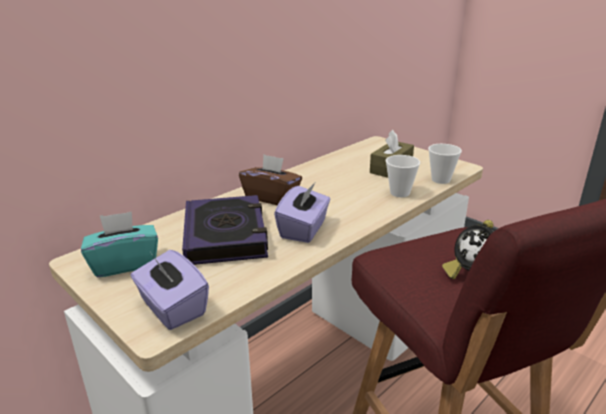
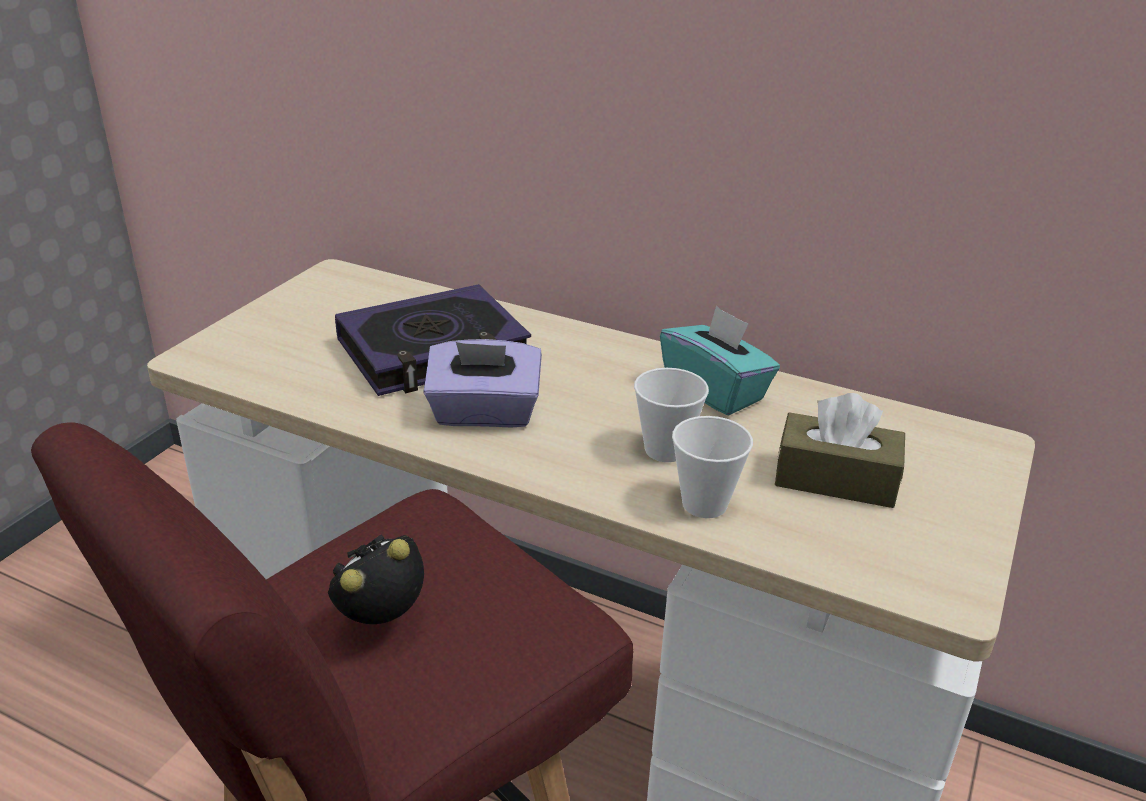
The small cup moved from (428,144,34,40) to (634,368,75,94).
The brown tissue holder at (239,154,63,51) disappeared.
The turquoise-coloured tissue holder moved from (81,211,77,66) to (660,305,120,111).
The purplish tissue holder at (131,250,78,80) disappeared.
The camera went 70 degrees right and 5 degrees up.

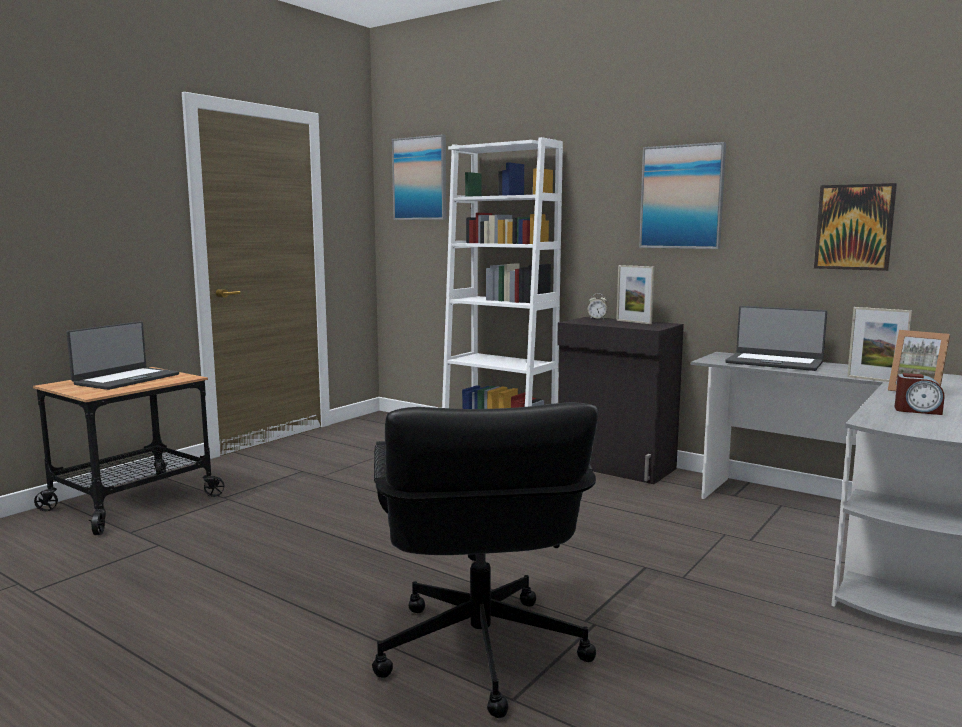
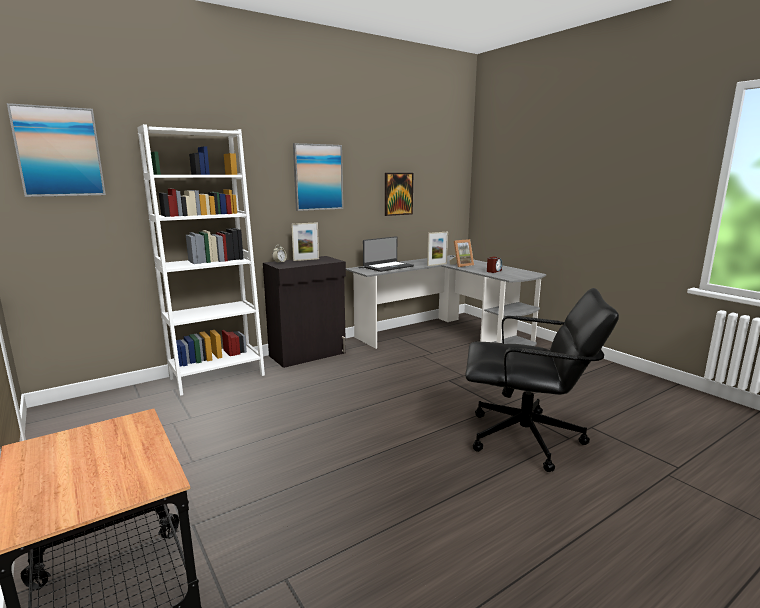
The laptop at (66,321,113,69) disappeared.
The camera went 70 degrees left and 5 degrees up.

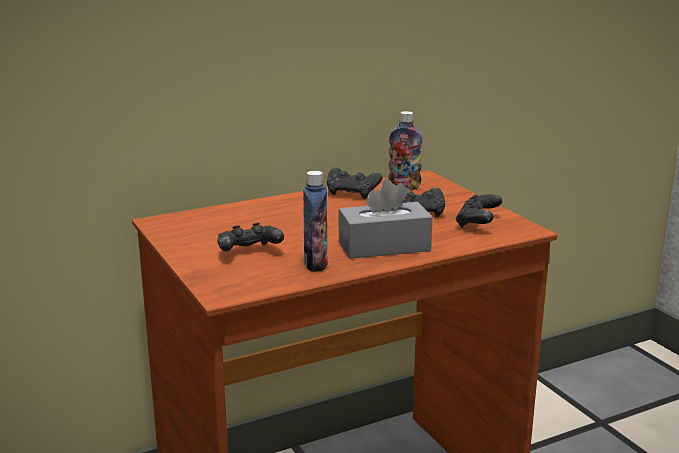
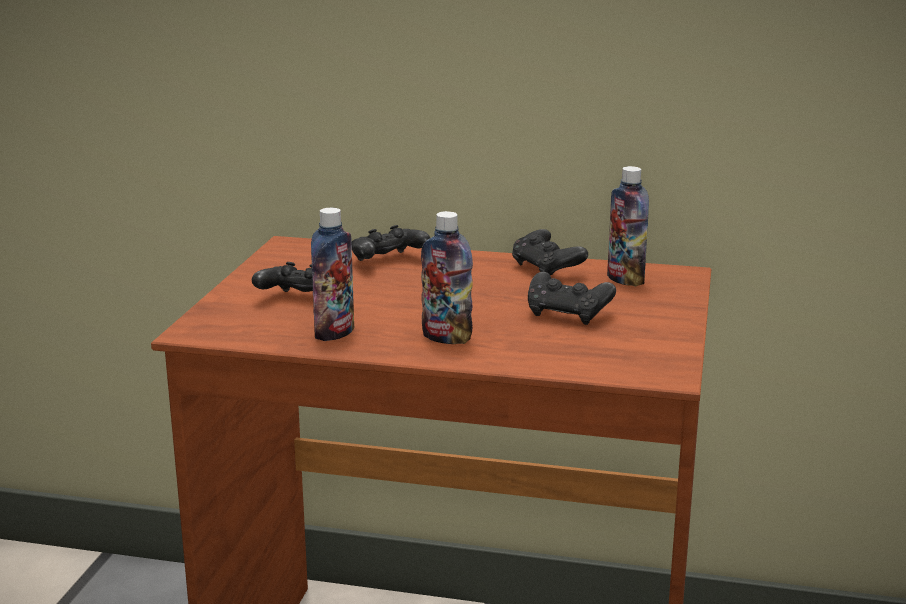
The greyish tissue holder at (338,179,95,80) was replaced by the beverage bottle at (421,211,52,133).
The blackish joypad moved from (456,194,46,34) to (352,225,78,36).
The camera went 40 degrees right and 0 degrees up.

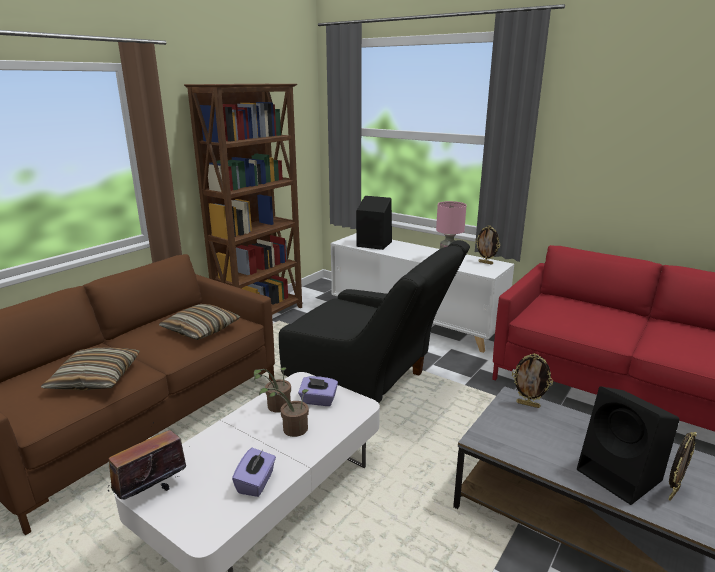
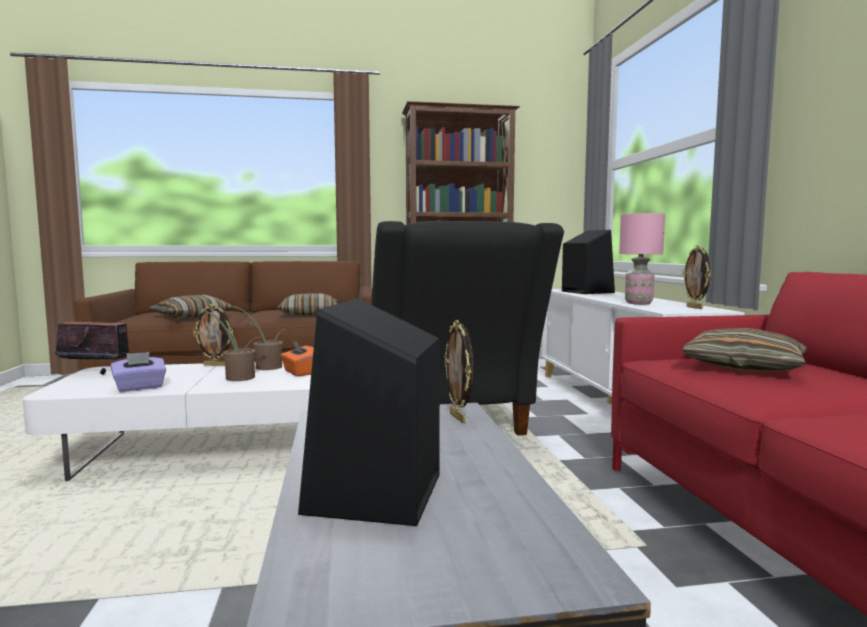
The purplish tissue holder at (298,376,40,30) became the orange-coloured tissue holder at (281,340,33,36).
The standing frame moved from (668,432,29,69) to (193,304,41,62).
The throw pillow at (683,328,125,44) appeared.
The camera went 45 degrees right and 15 degrees down.

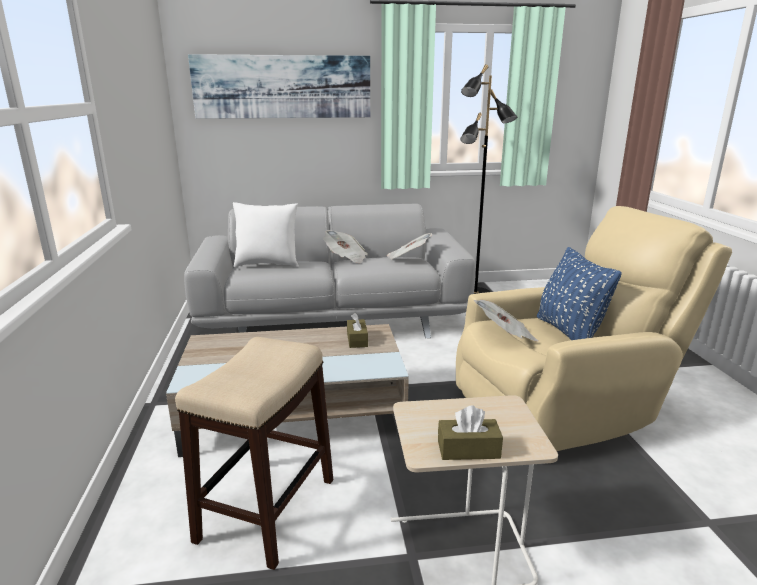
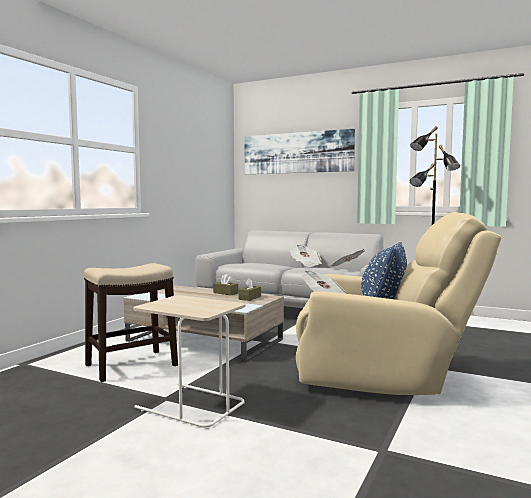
The white-coloured throw pillow at (233,202,65,65) disappeared.
The brown tissue holder moved from (438,405,65,55) to (213,274,25,21).
The camera went 35 degrees right and 15 degrees down.

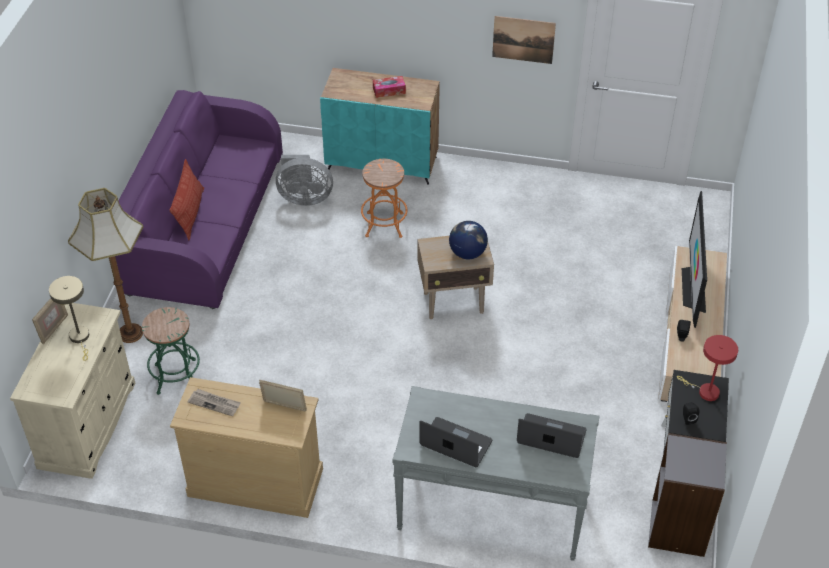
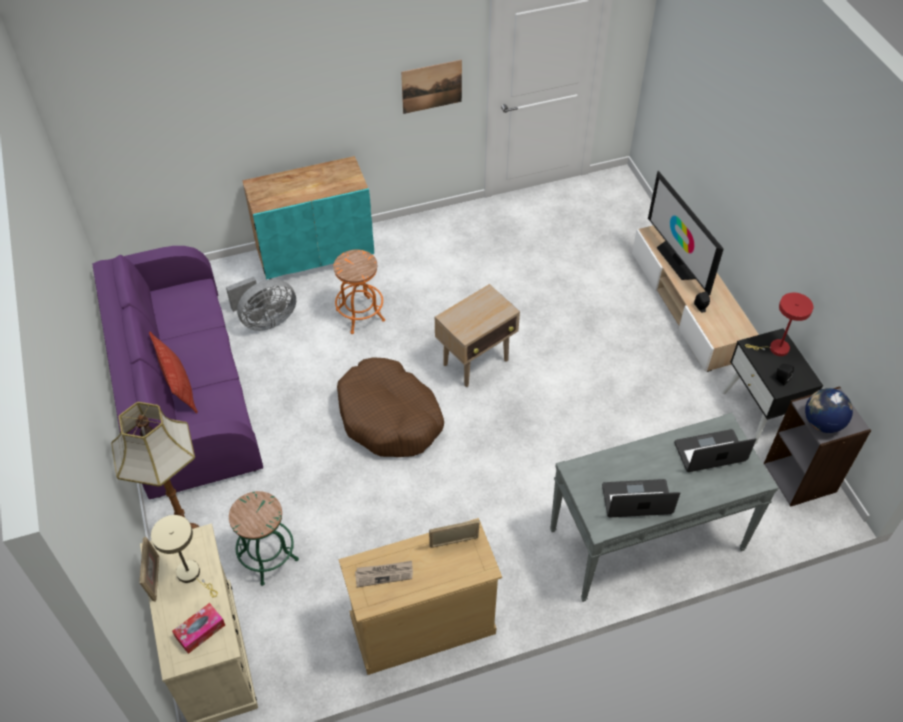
The tissue holder moved from (373,76,33,22) to (172,603,53,51).
The globe moved from (449,221,39,38) to (805,388,48,45).
The brown dog bed at (337,357,107,100) appeared.
The camera went 30 degrees left and 5 degrees up.

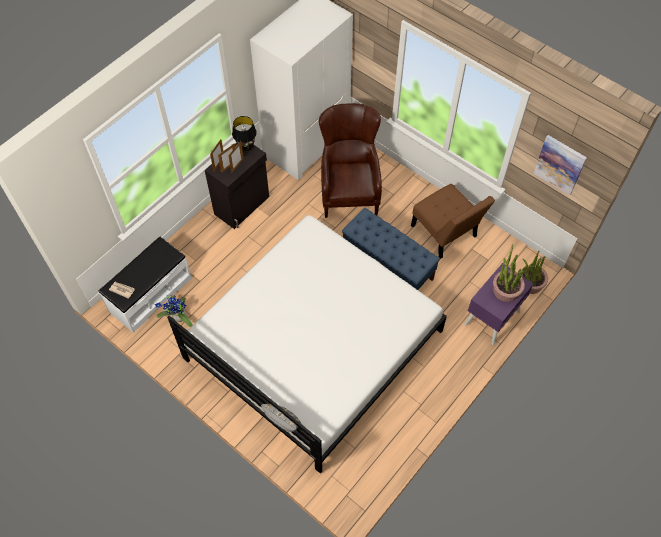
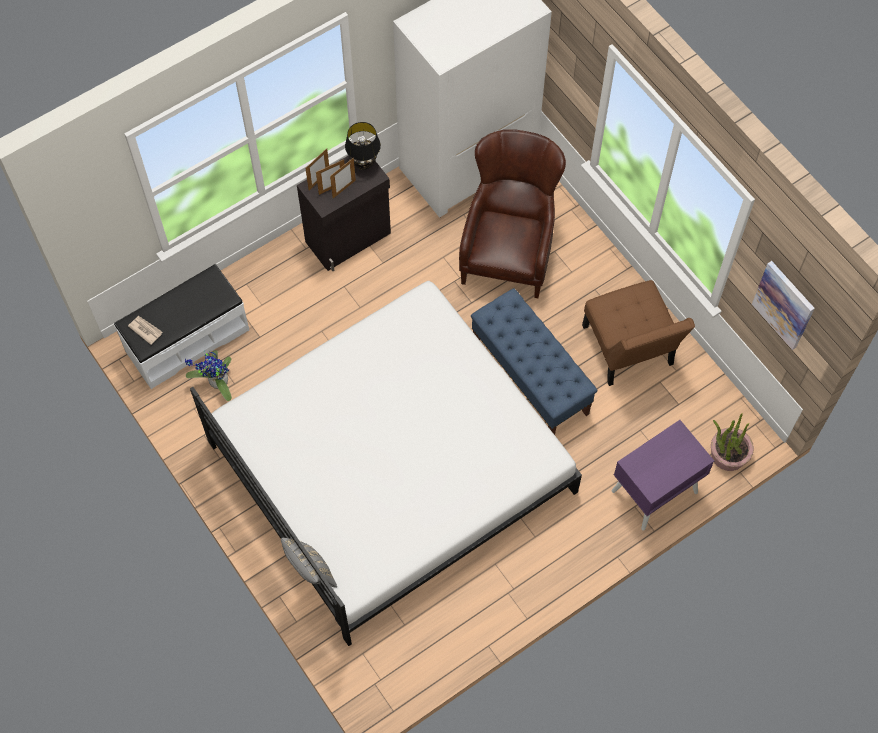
The potted plant at (493,244,35,58) disappeared.
The camera went 15 degrees right and 5 degrees up.

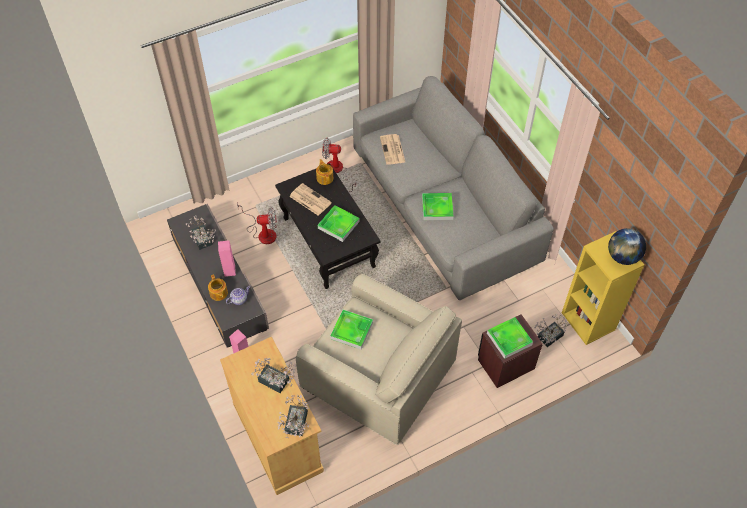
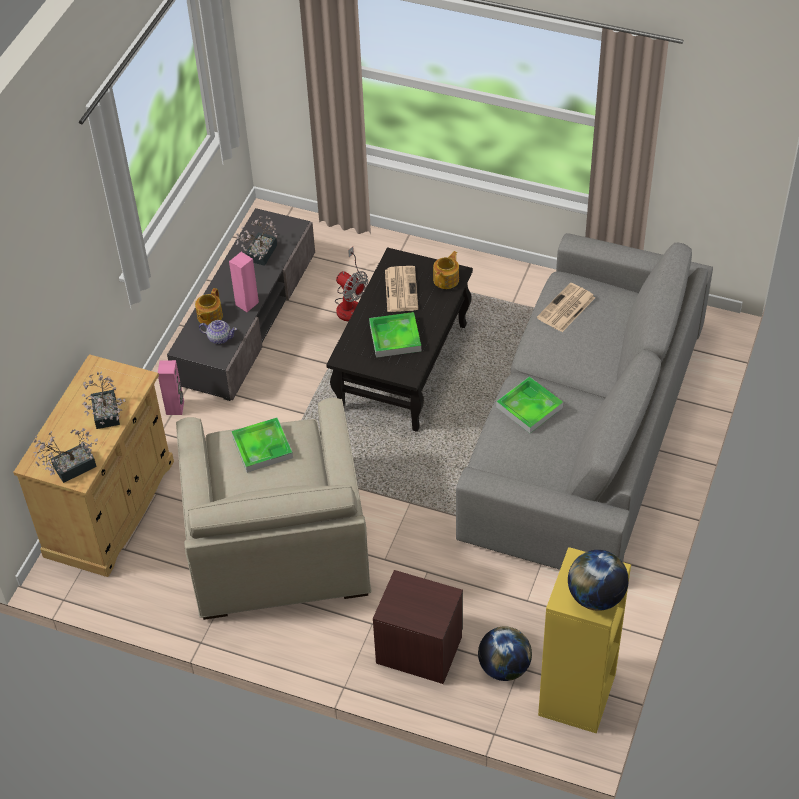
The electric fan at (322,138,34,54) disappeared.
The potted plant at (534,314,33,33) was replaced by the globe at (478,626,54,55).
The carrying tray at (487,317,46,42) disappeared.
The camera went 50 degrees right and 5 degrees down.

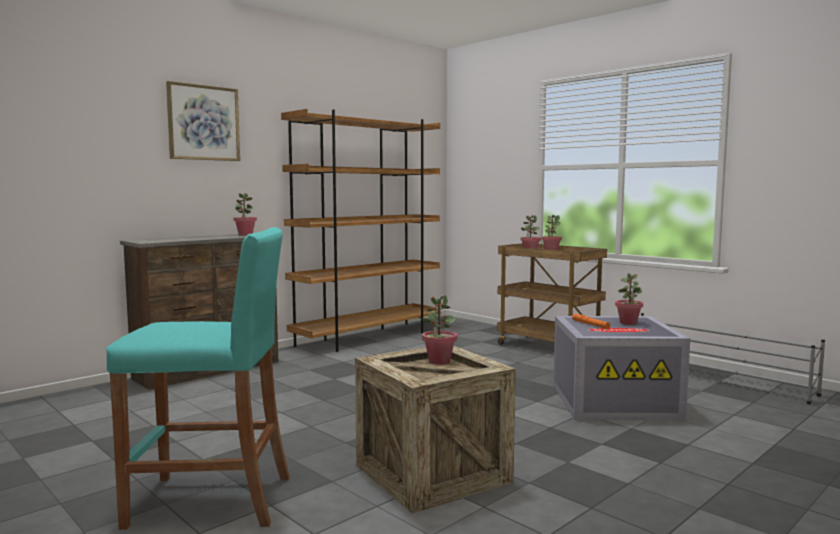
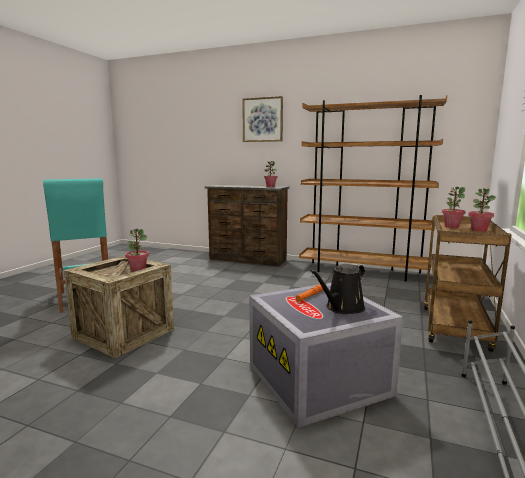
The potted plant at (615,273,28,52) was replaced by the blackish sprinkling can at (310,264,55,50).
The camera went 65 degrees right and 5 degrees up.

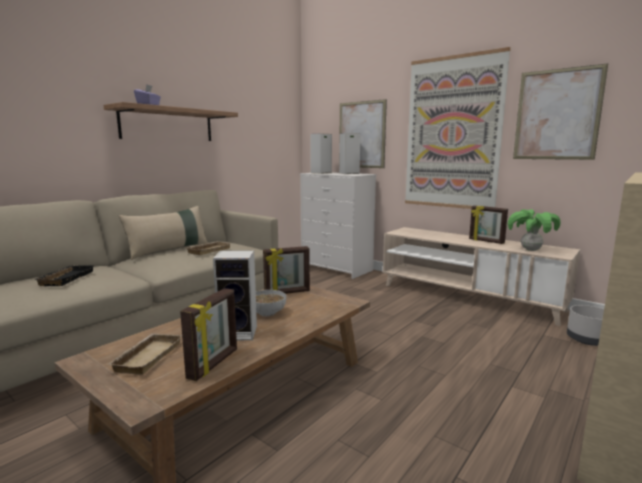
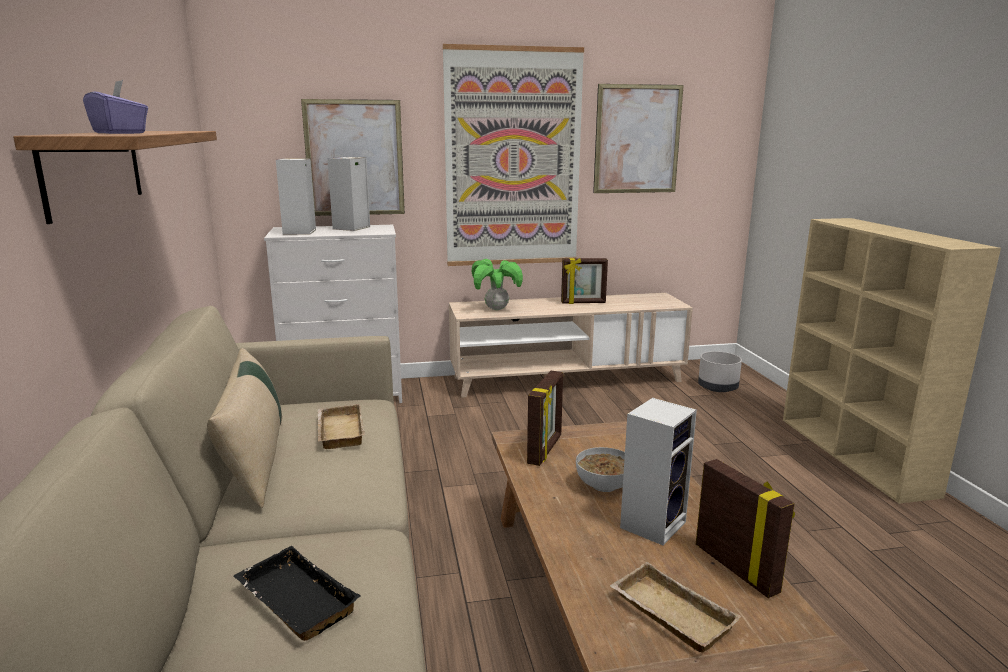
The potted plant moved from (508,209,53,42) to (472,259,51,51).
The camera went 50 degrees left and 5 degrees up.

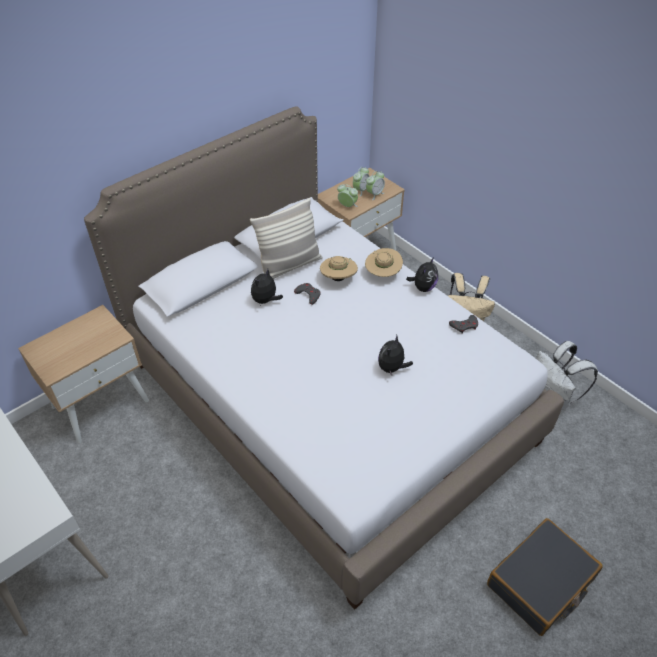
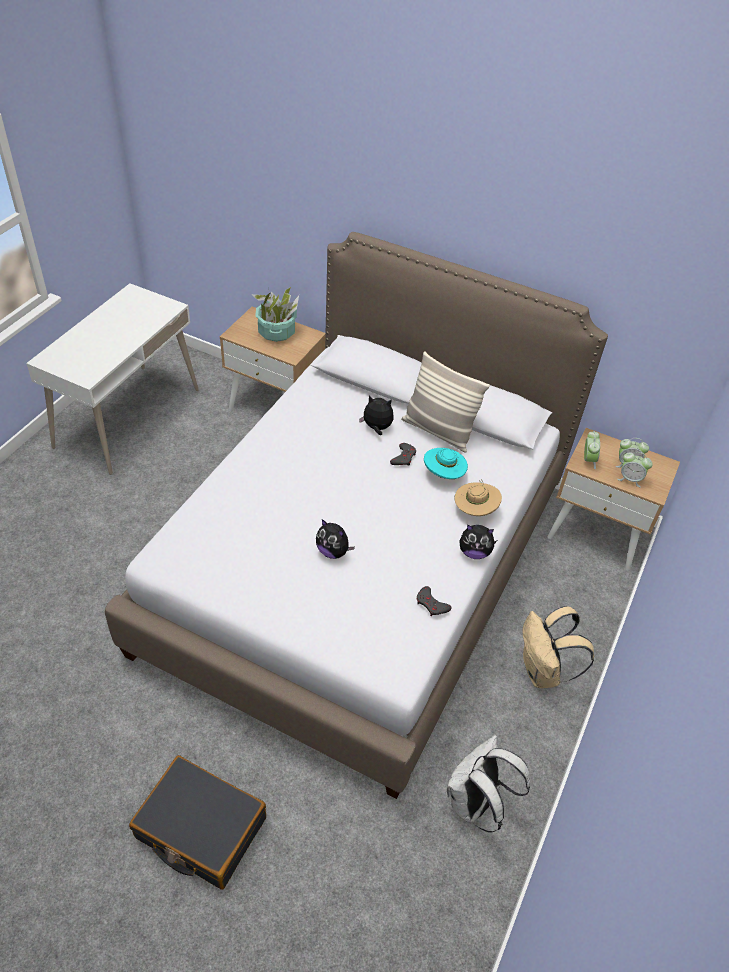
The beige-coloured hat at (320,256,38,25) became the turquoise-coloured hat at (424,448,44,31).
The soft toy at (378,335,35,40) turned 150 degrees counterclockwise.
The potted plant at (251,287,48,55) appeared.
The camera went 65 degrees right and 0 degrees up.

